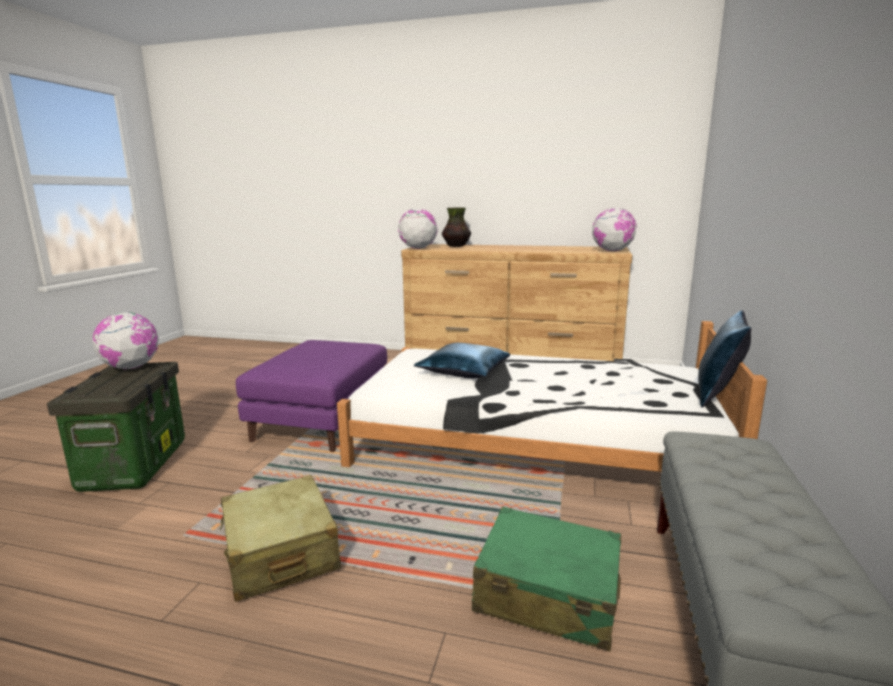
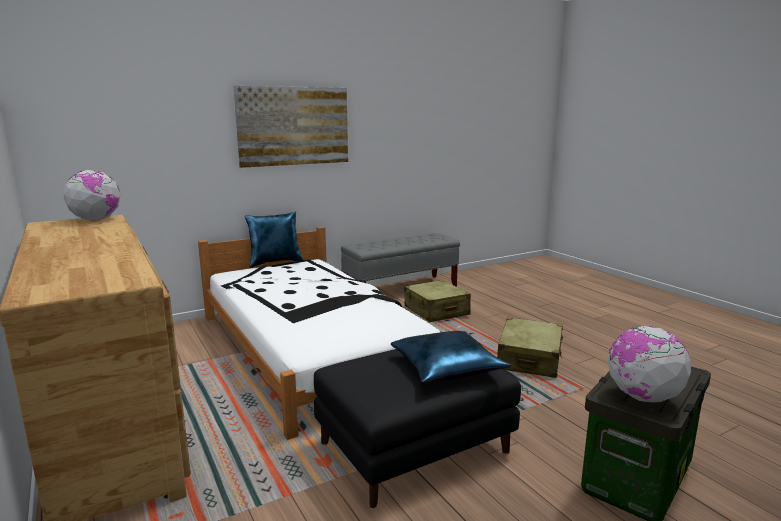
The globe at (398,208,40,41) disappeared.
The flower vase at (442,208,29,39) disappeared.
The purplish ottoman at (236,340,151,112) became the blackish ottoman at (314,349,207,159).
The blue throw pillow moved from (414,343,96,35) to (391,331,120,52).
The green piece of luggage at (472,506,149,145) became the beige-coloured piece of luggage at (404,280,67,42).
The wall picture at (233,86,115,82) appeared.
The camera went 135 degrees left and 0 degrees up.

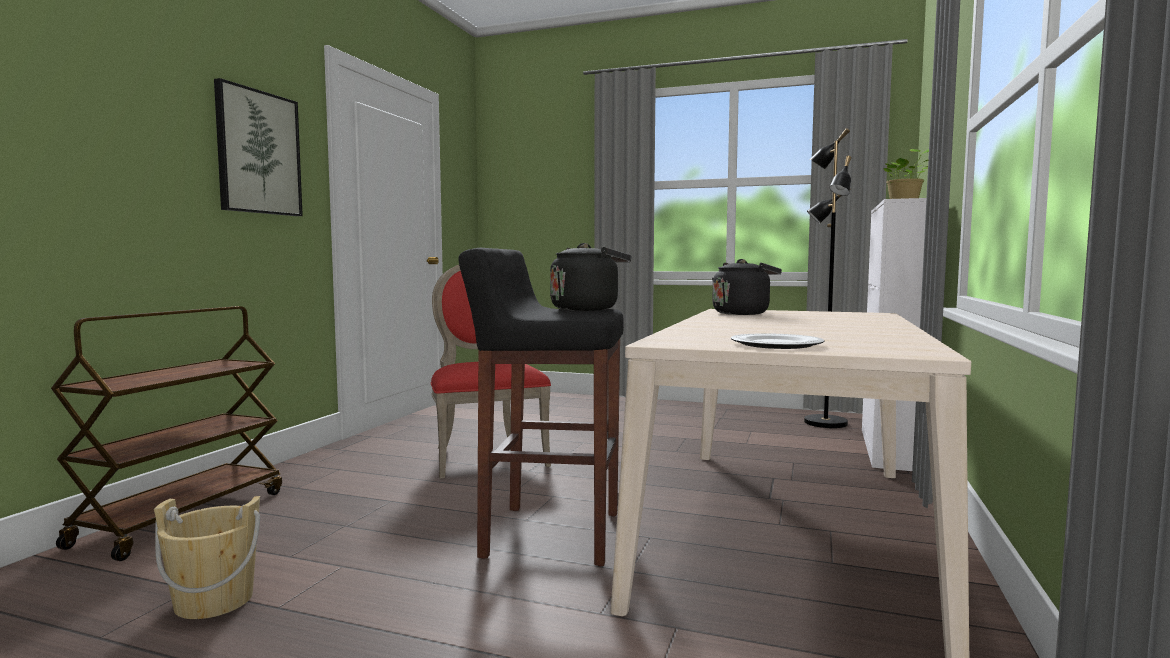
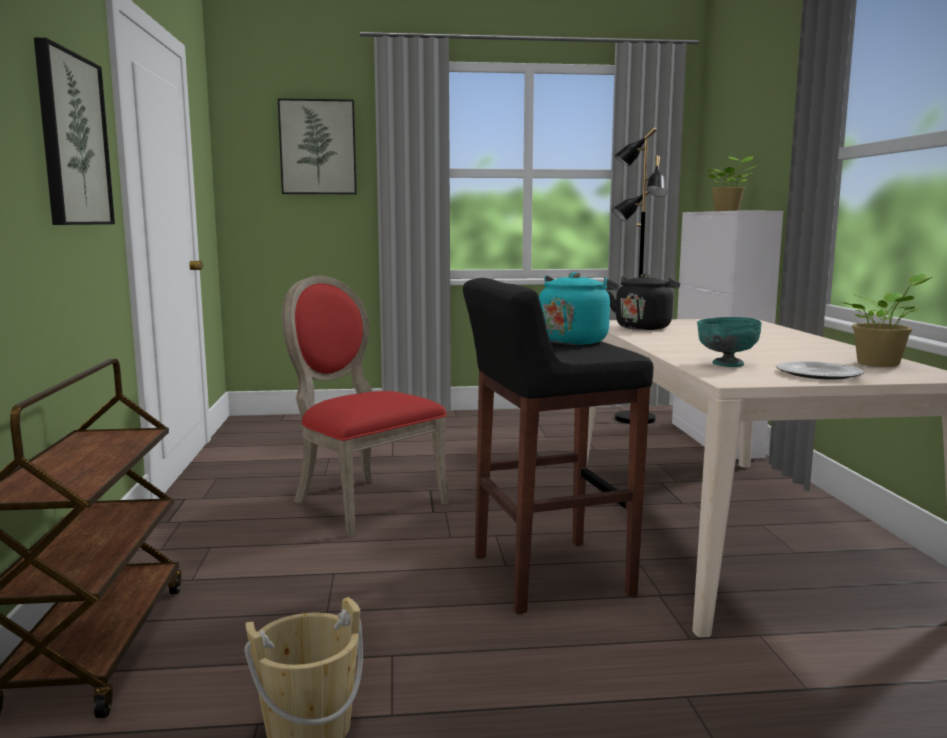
The blackish tea kettle at (550,243,82,68) became the turquoise-coloured tea kettle at (539,272,80,73).
The wall picture at (278,98,79,96) appeared.
The potted plant at (841,274,92,93) appeared.
The turquoise-coloured deep dish at (697,317,65,50) appeared.
The camera went 25 degrees left and 5 degrees up.

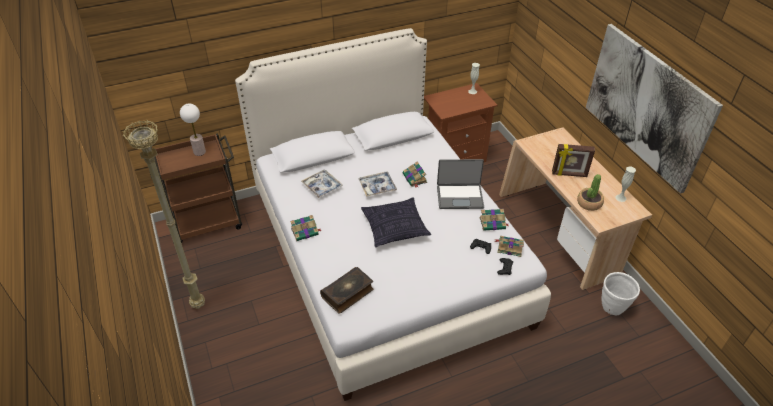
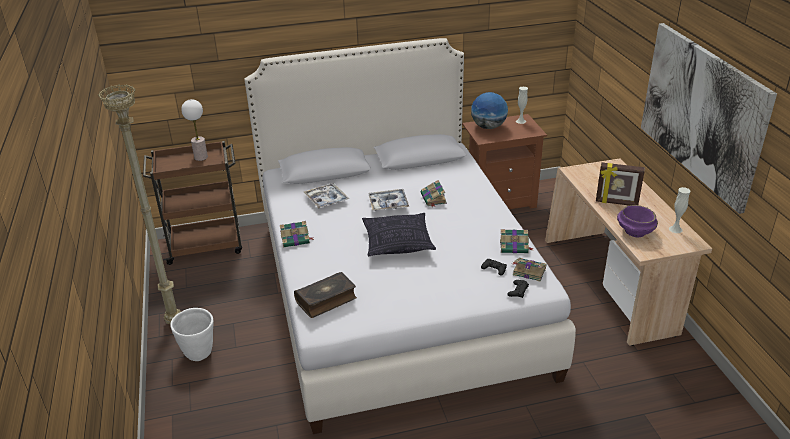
The laptop at (437,159,47,50) disappeared.
The potted plant at (577,174,27,37) was replaced by the purplish deep dish at (617,205,41,32).
The white-coloured plant pot moved from (601,272,39,43) to (170,308,44,53).
The globe at (471,92,37,37) appeared.
The camera went 10 degrees right and 10 degrees down.

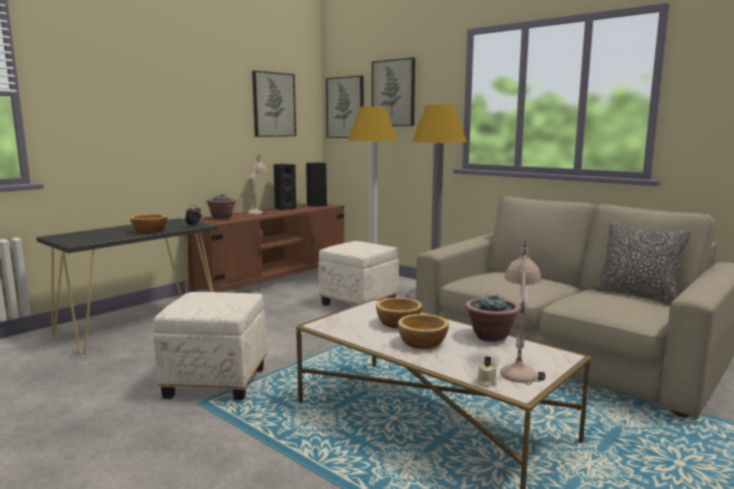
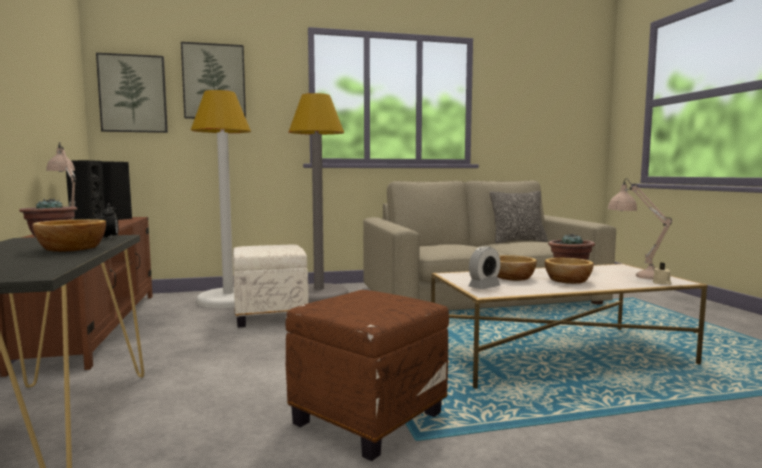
The wall picture at (252,71,44,66) disappeared.
The white-coloured ottoman at (153,292,114,108) became the brown ottoman at (286,290,163,171).
The table clock at (468,246,32,43) appeared.
The camera went 55 degrees left and 5 degrees down.

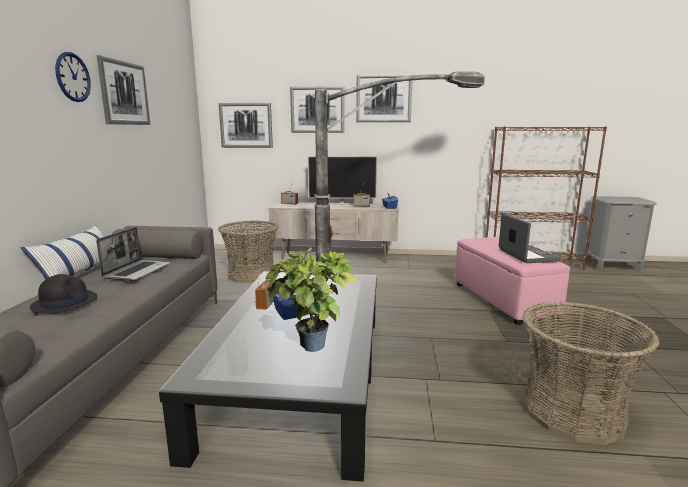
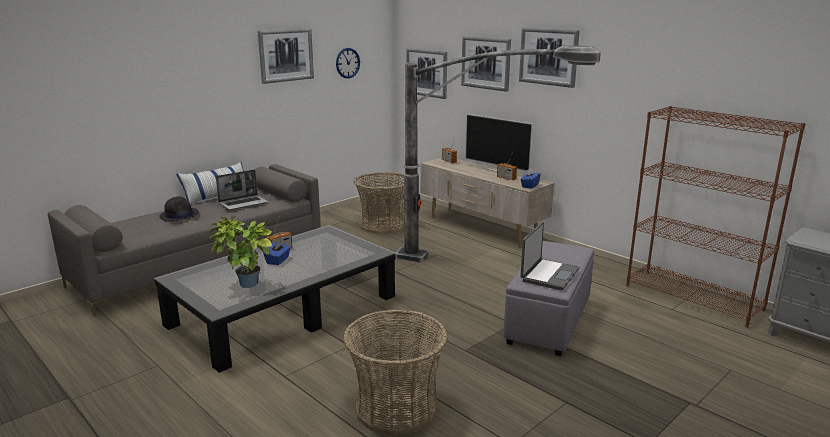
The hanging clock moved from (55,52,36,50) to (336,48,24,30).
The pinkish ottoman at (455,237,115,88) became the greyish ottoman at (503,241,91,115).
The camera went 40 degrees right and 5 degrees up.

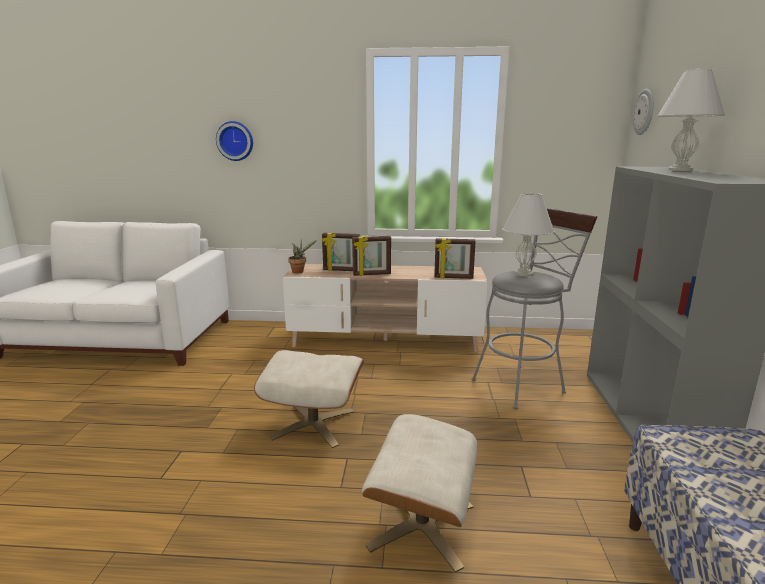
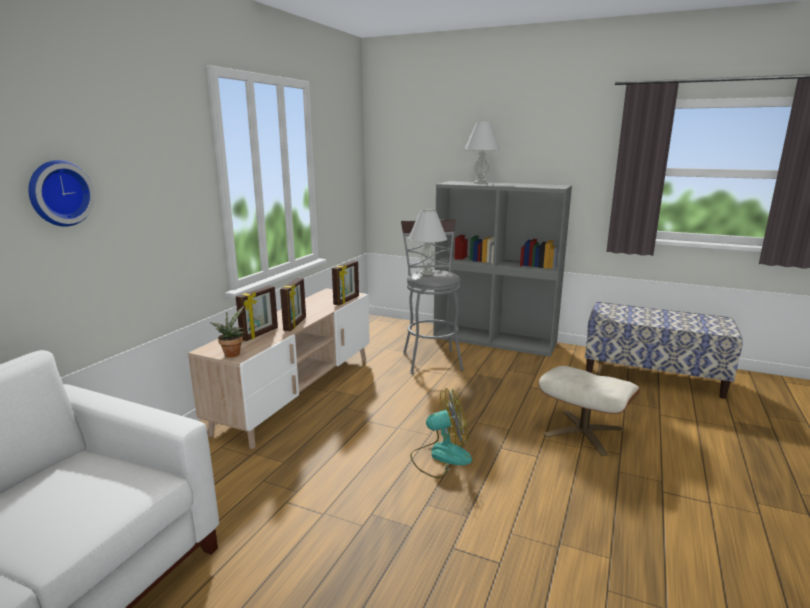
The hanging clock at (633,89,20,46) disappeared.
The beige-coloured ottoman at (254,350,110,98) was replaced by the electric fan at (410,388,62,90).
The camera went 70 degrees left and 0 degrees up.

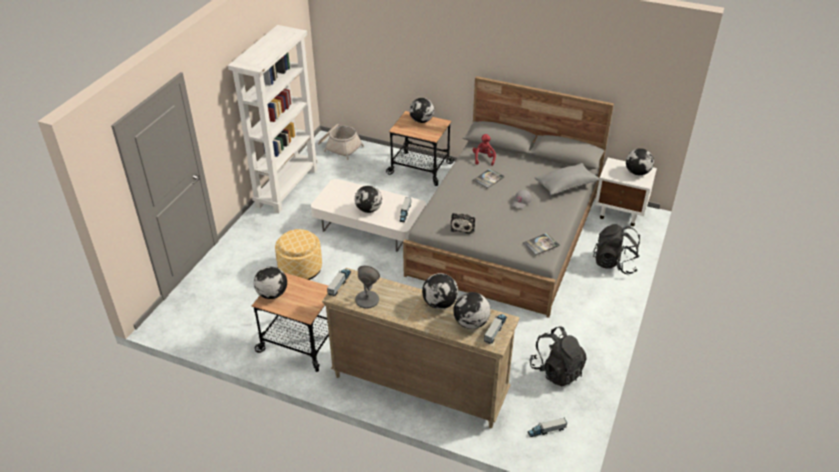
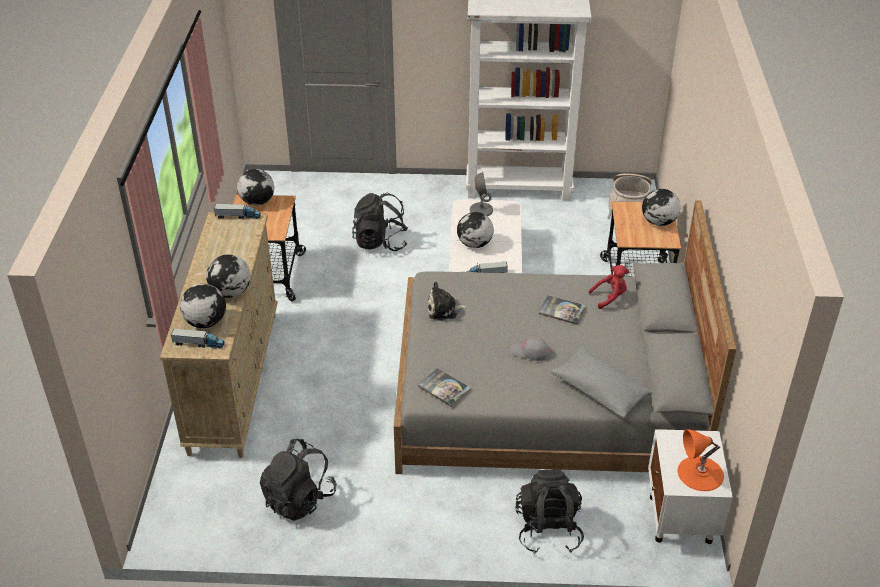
The globe at (626,148,28,27) was replaced by the orange-coloured table lamp at (678,429,46,62).
The ottoman at (275,229,47,51) was replaced by the blackish rucksack at (352,193,56,58).
The greyish table lamp moved from (355,266,25,43) to (470,172,23,44).
The model truck at (528,417,39,20) disappeared.
The camera went 70 degrees right and 0 degrees up.

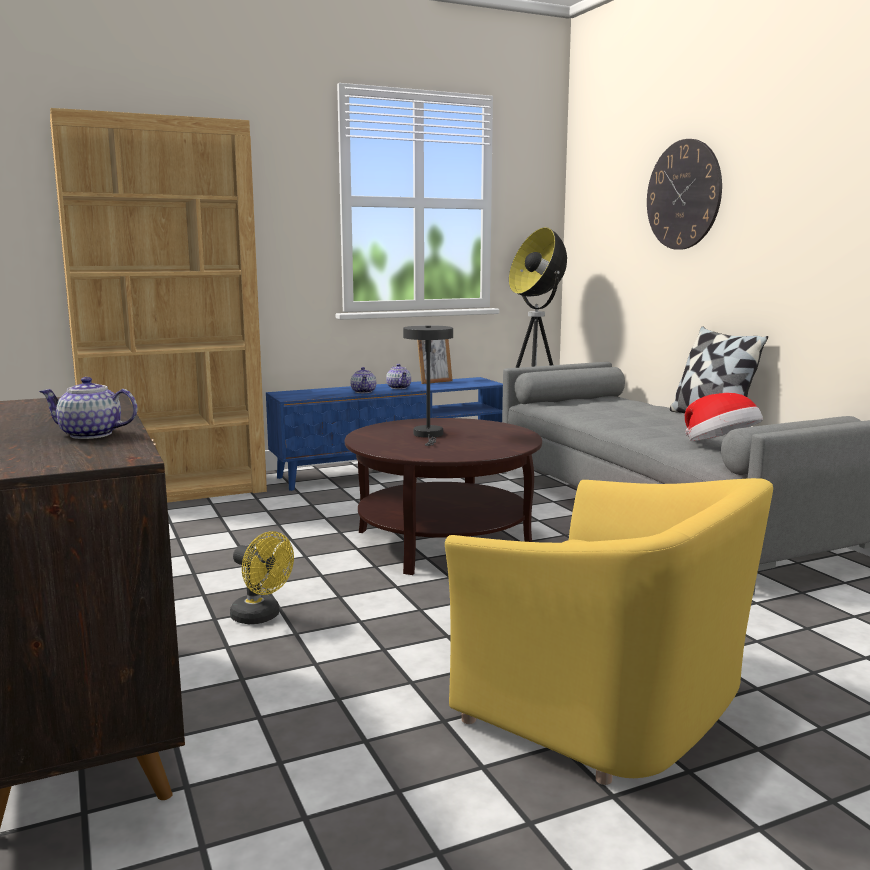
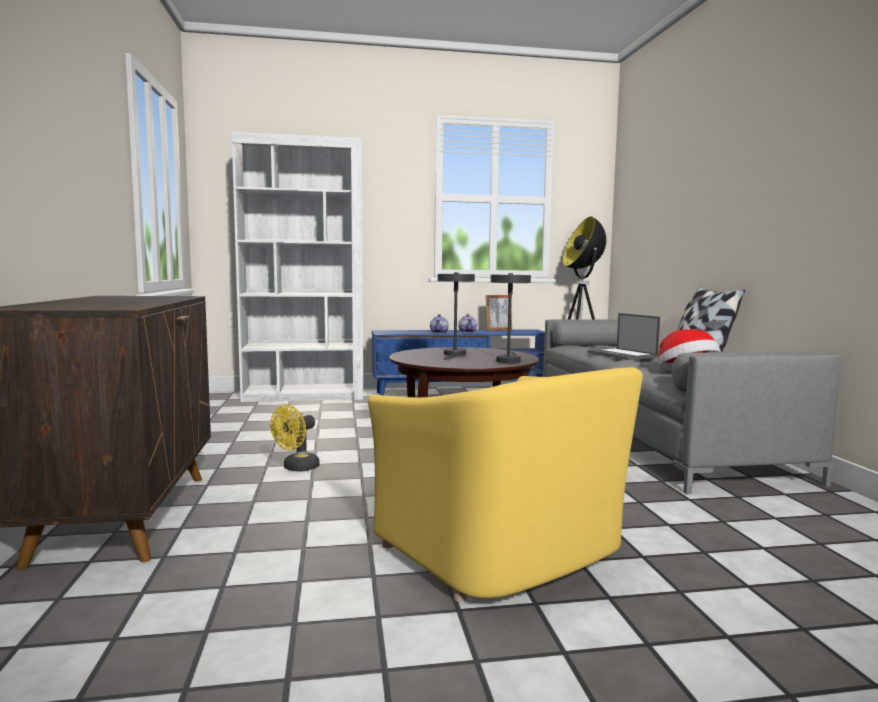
The brown shelving unit at (50,108,217,395) became the white-coloured shelving unit at (231,132,132,270).
The hanging clock at (647,139,75,111) disappeared.
The pot for tea at (39,377,99,62) disappeared.
The yellow-coloured electric fan at (230,532,64,92) turned 75 degrees clockwise.
The greyish table lamp at (490,273,41,90) appeared.
The laptop at (588,313,72,47) appeared.
The camera went 15 degrees right and 5 degrees down.

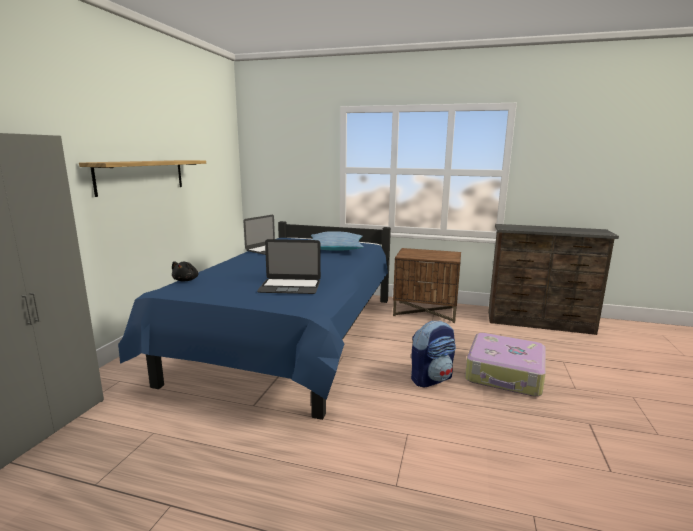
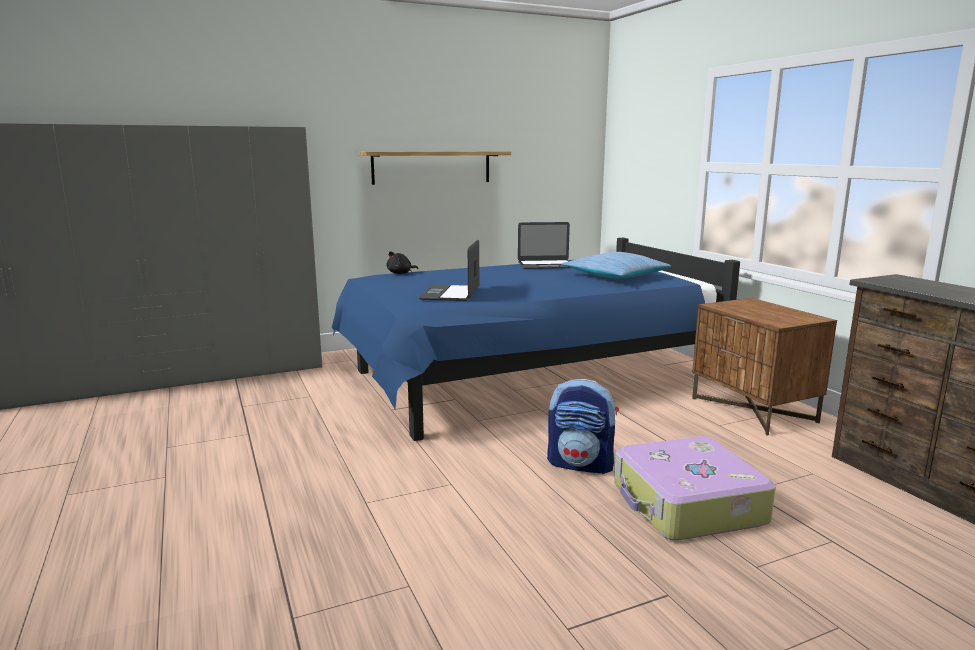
The laptop at (257,239,64,55) turned 45 degrees clockwise.
The camera went 50 degrees right and 0 degrees up.

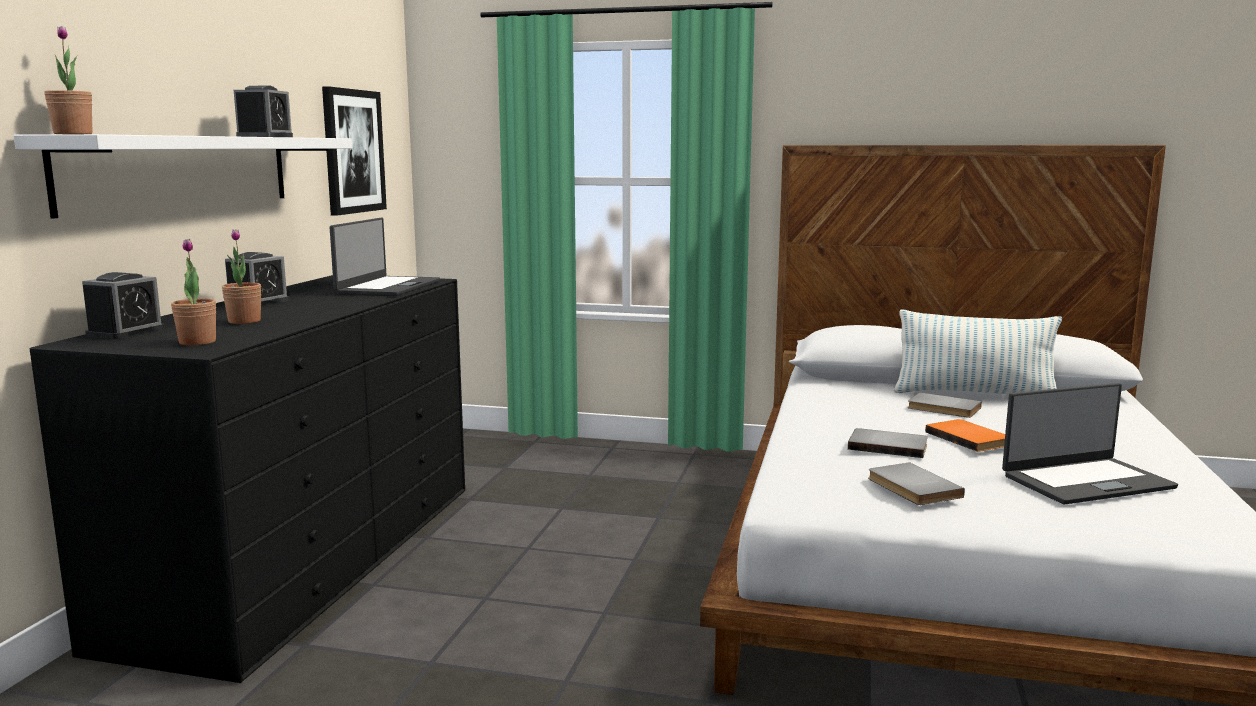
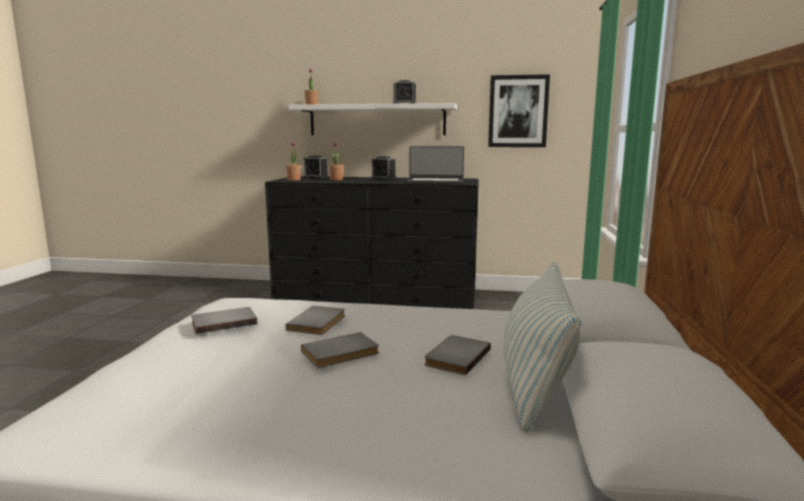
The laptop at (1002,383,176,122) disappeared.
The orange-coloured volume at (925,419,80,33) became the greyish volume at (301,332,78,36).
The camera went 85 degrees right and 0 degrees up.

